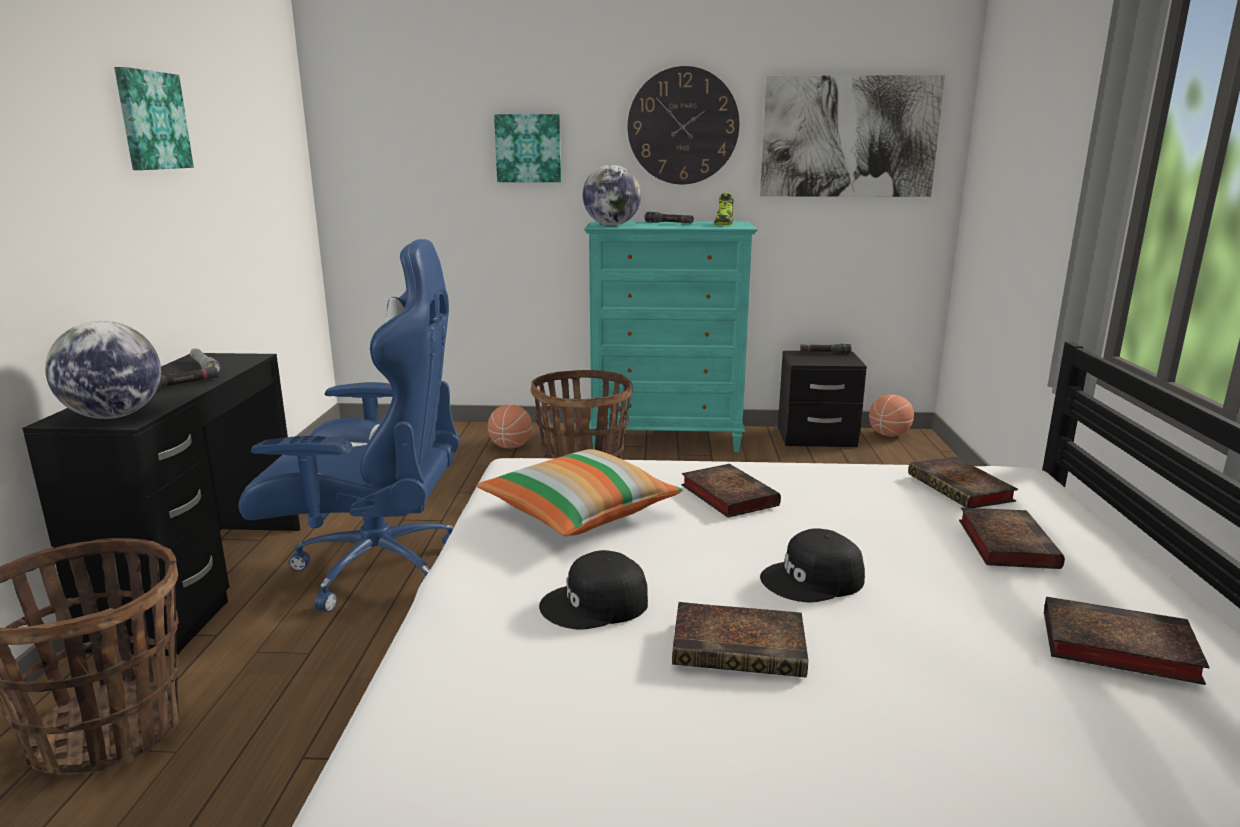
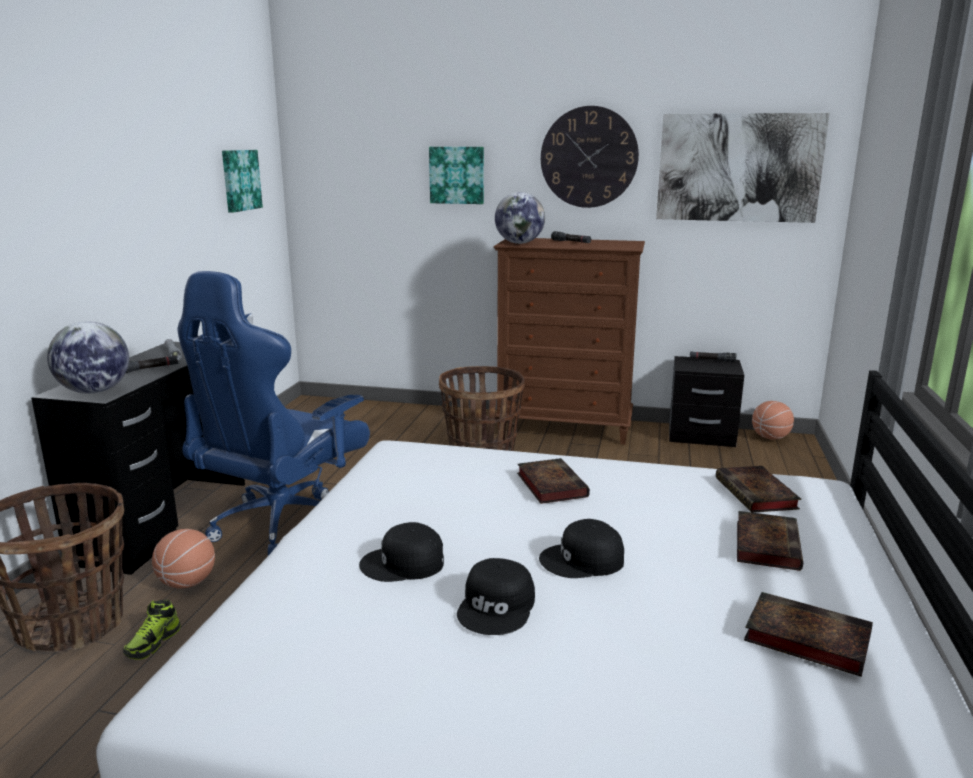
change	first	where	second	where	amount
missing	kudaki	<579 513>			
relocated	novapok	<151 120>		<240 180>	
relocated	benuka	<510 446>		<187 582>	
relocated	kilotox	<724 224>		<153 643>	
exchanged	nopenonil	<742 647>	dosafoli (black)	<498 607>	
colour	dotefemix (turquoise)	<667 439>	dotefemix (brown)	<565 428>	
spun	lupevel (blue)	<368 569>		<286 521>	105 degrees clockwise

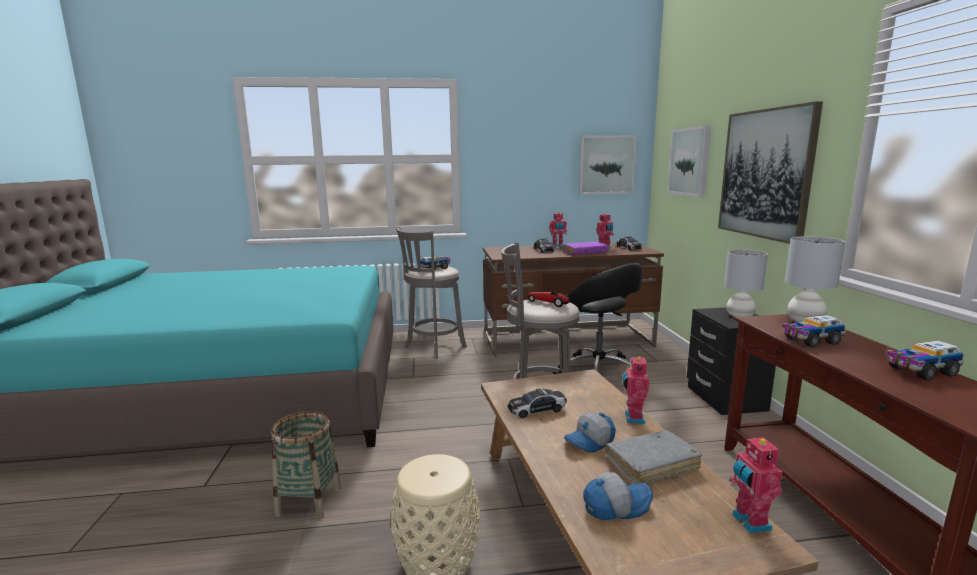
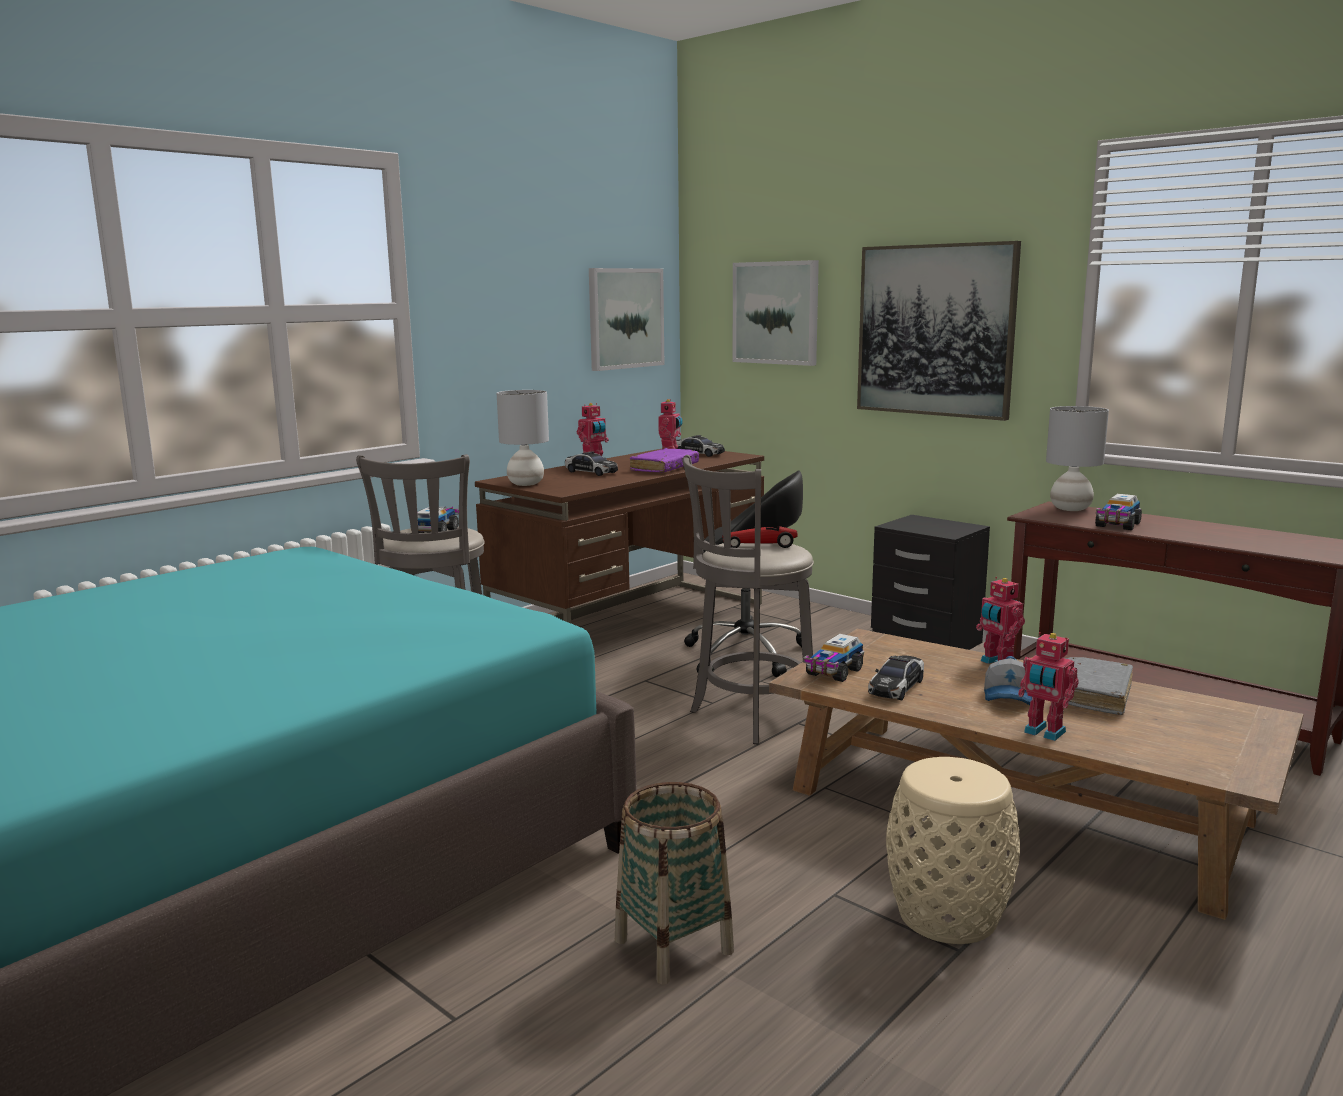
change	first	where	second	where	amount
missing	dosafoli	<615 505>			
relocated	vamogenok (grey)	<740 316>		<526 484>	
relocated	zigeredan	<749 522>		<1043 733>	
relocated	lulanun	<921 371>		<833 672>	

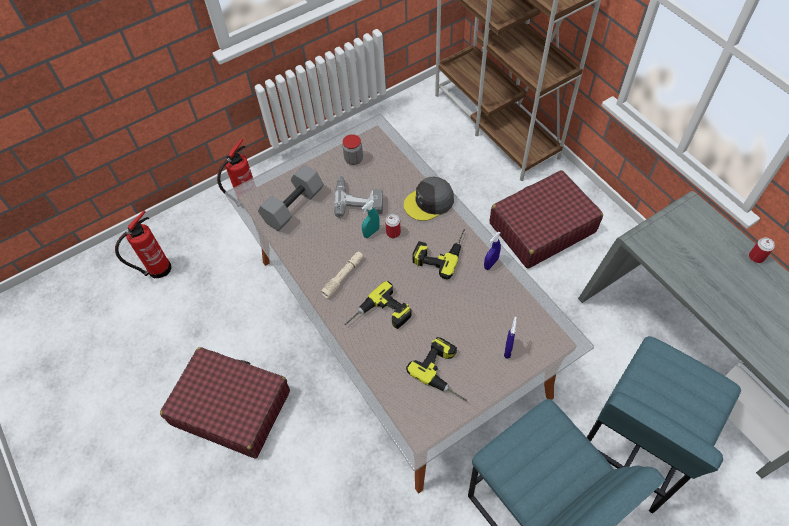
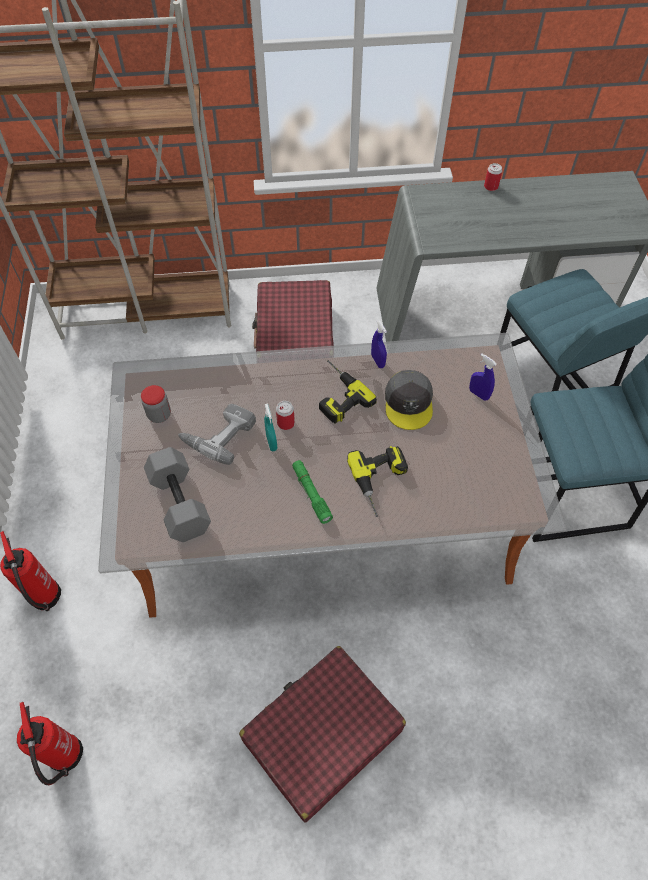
change	first	where	second	where	amount
missing	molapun	<446 371>			
relocated	dosafoli (grey)	<429 202>		<409 403>	
colour	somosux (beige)	<343 276>	somosux (green)	<311 494>	

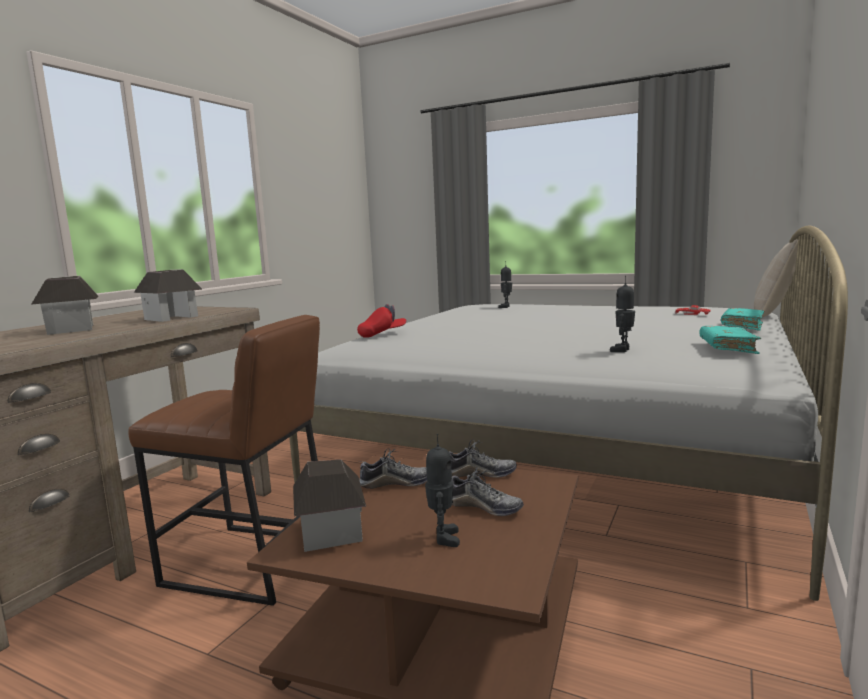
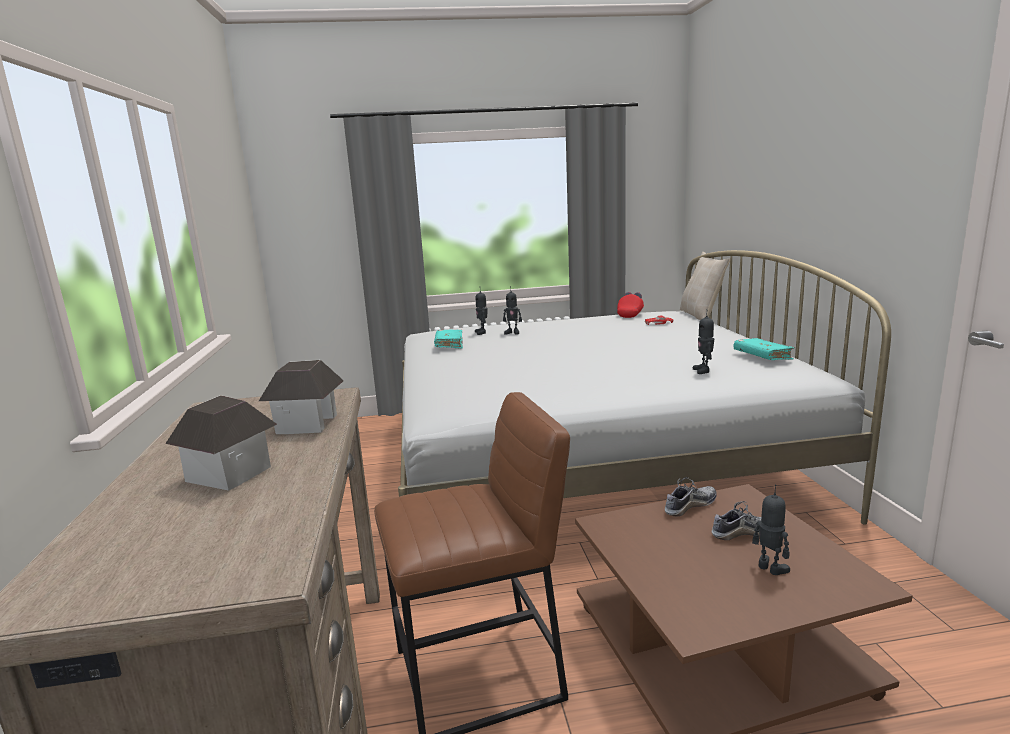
change	first	where	second	where	amount
missing	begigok	<331 533>			
missing	kilotox	<396 483>			
appeared			zigeredan	<512 333>	
relocated	dosafoli (red)	<382 334>		<630 314>	
relocated	nopenonil (turquoise)	<742 326>		<449 344>	

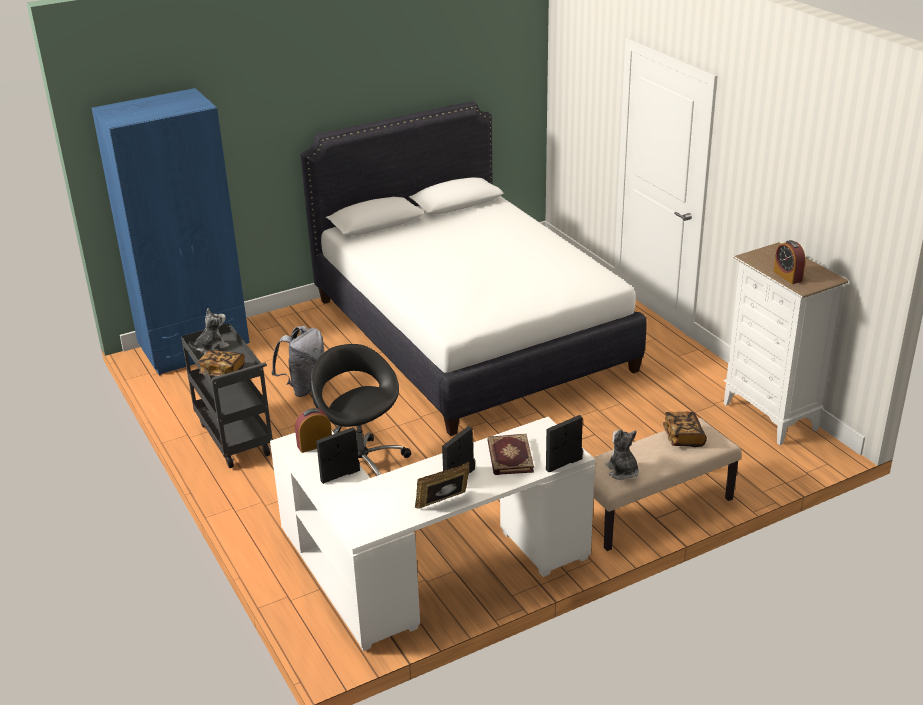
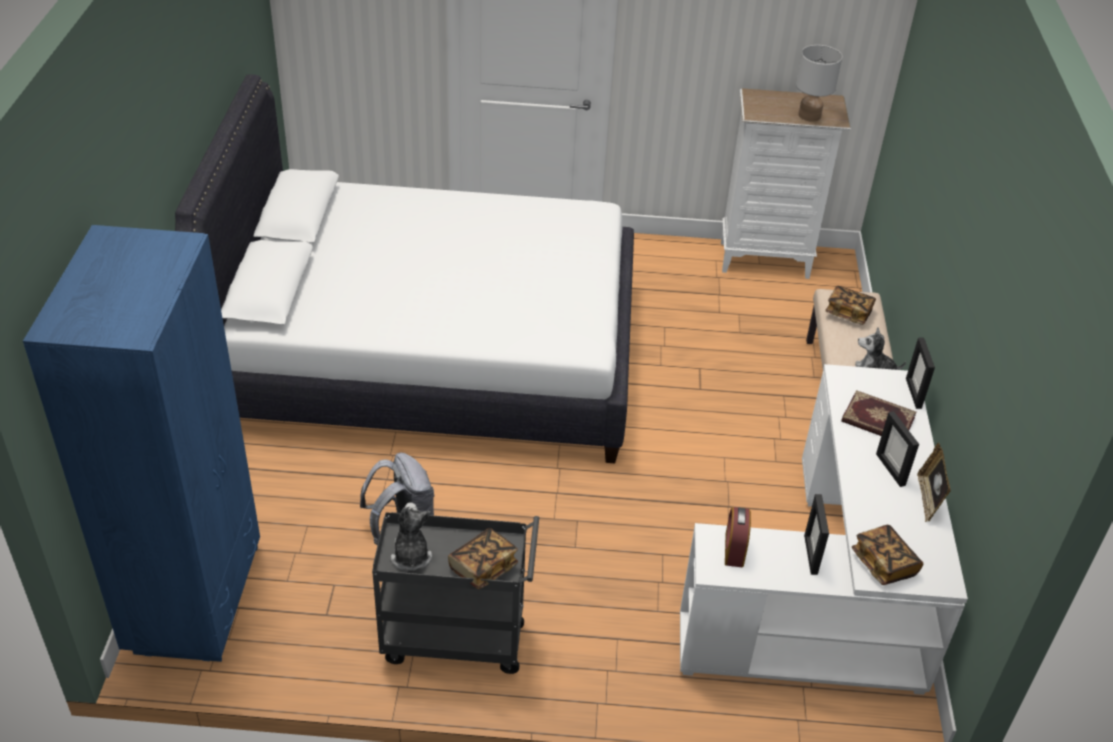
change	first	where	second	where	amount
missing	lupevel (black)	<361 465>			
appeared			nopenonil	<884 564>	
exchanged	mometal	<787 276>	vamogenok (grey)	<810 116>	

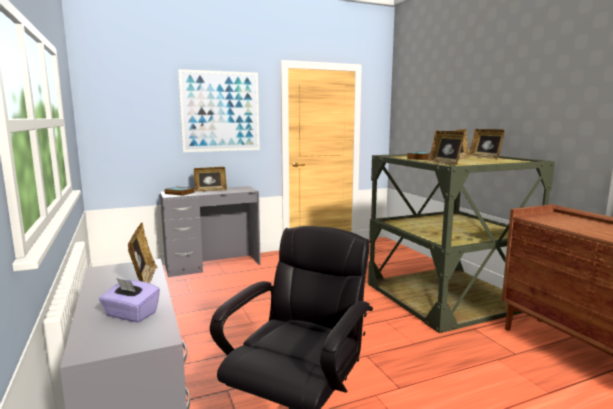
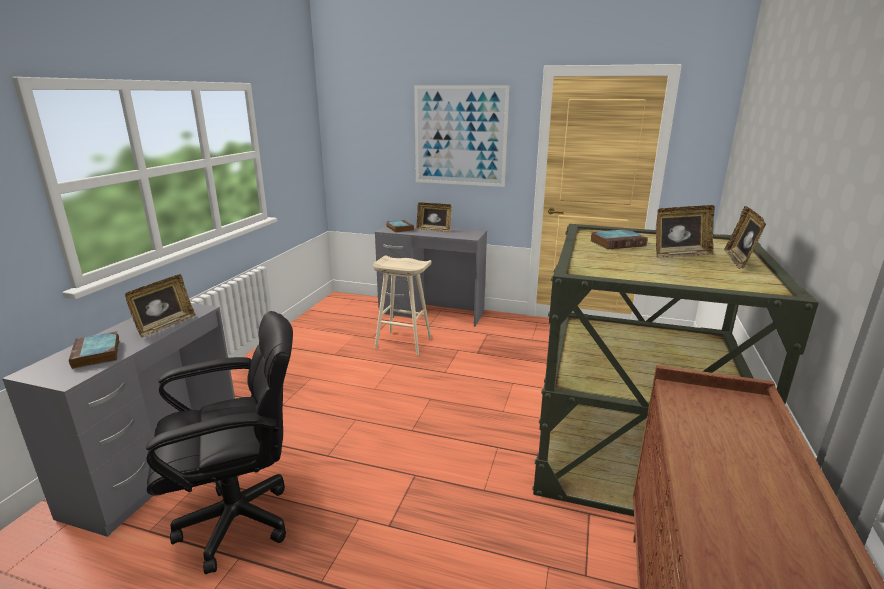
change	first	where	second	where	amount
missing	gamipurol	<445 164>			
appeared			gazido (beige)	<402 343>	
exchanged	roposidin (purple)	<131 315>	nopenonil	<97 354>	

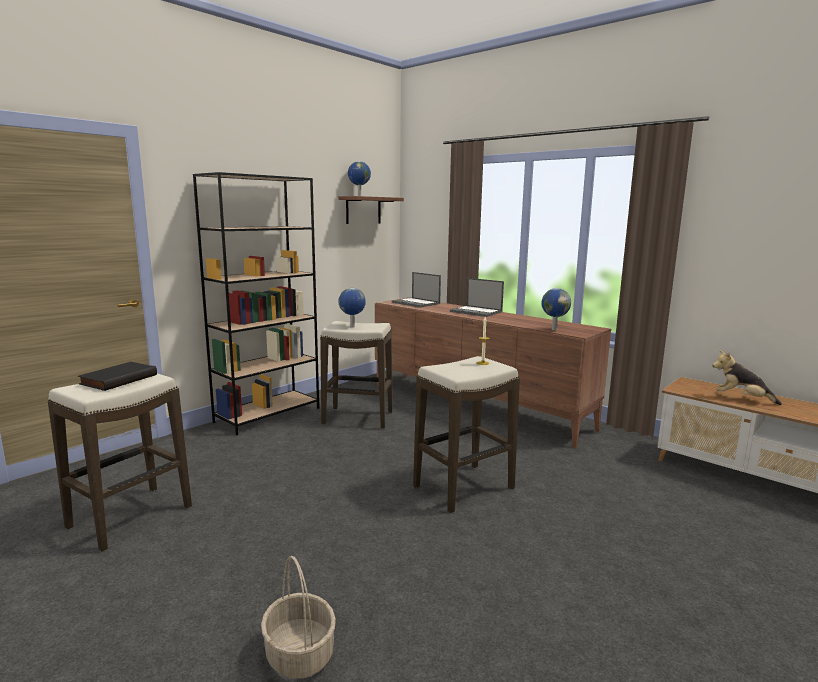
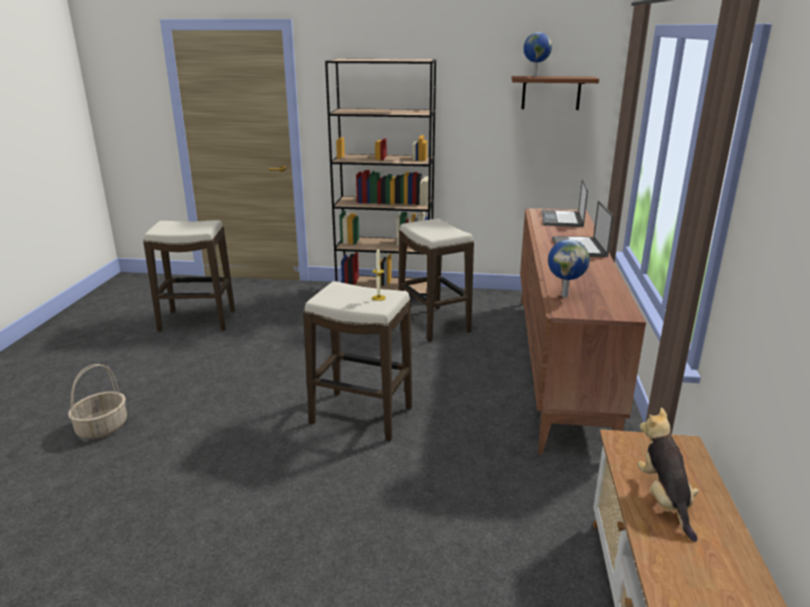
change	first	where	second	where	amount
missing	nopenonil (black)	<118 379>			
missing	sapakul	<352 327>			

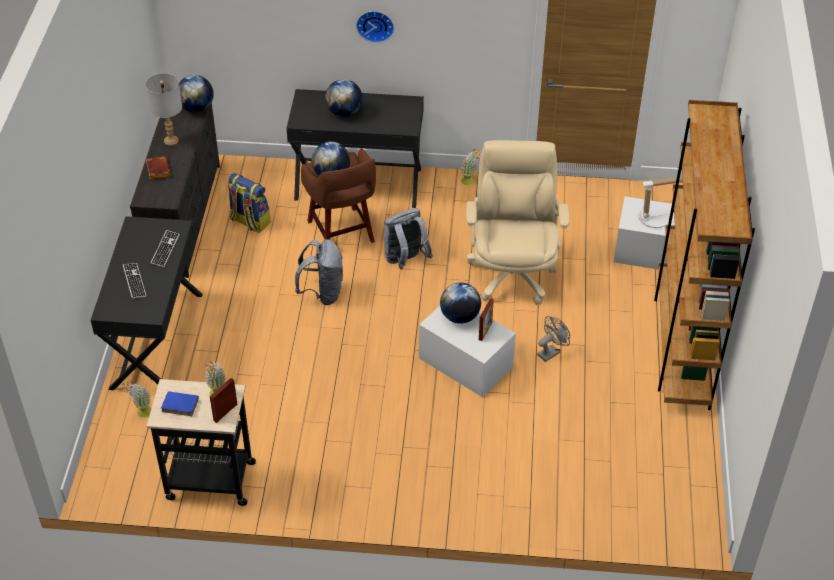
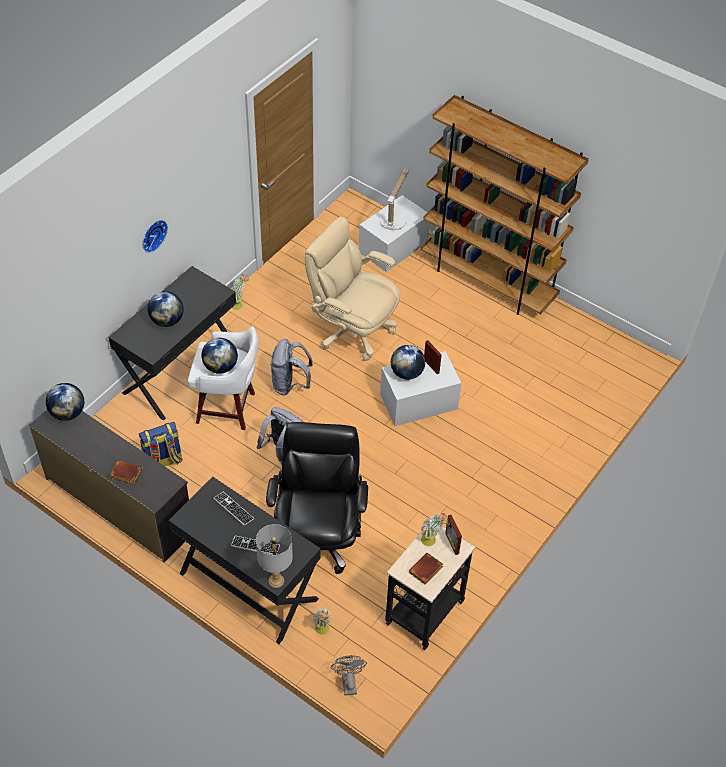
change	first	where	second	where	amount
appeared			lupevel (black)	<318 535>	
relocated	vamogenok (grey)	<170 140>		<276 581>	
relocated	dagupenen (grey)	<551 352>		<348 682>	
colour	nopenonil (blue)	<179 406>	nopenonil (brown)	<426 571>	
colour	gazido (brown)	<341 234>	gazido (white)	<228 409>	

